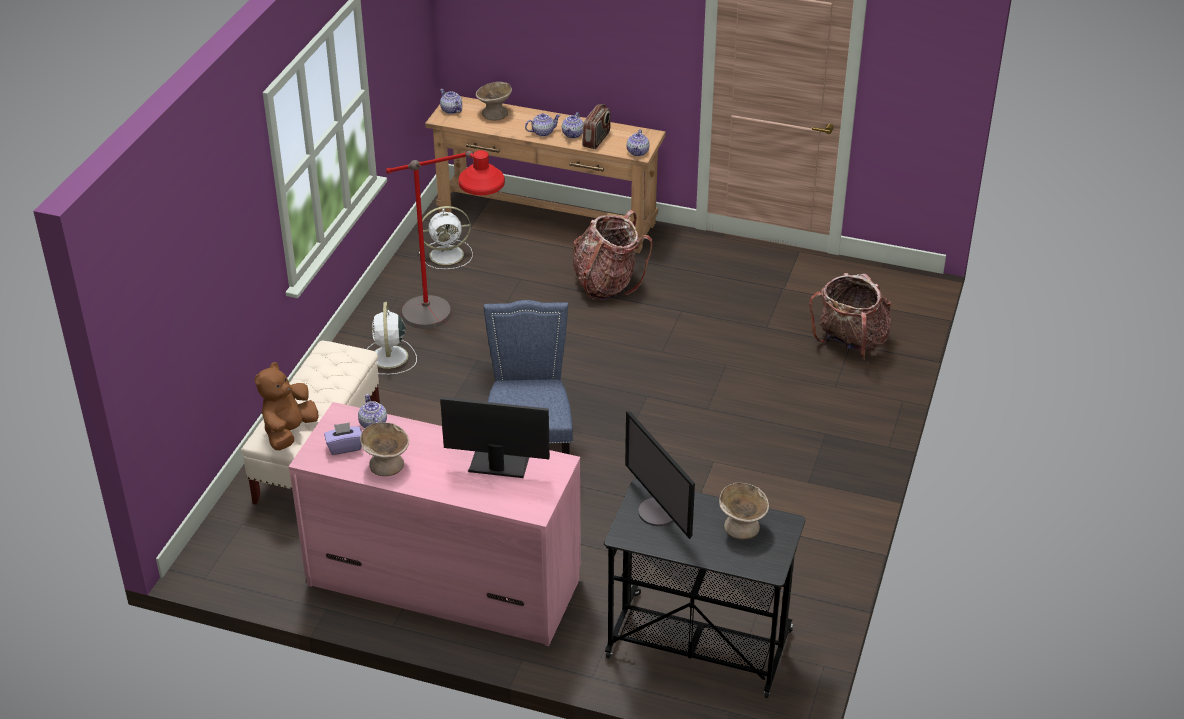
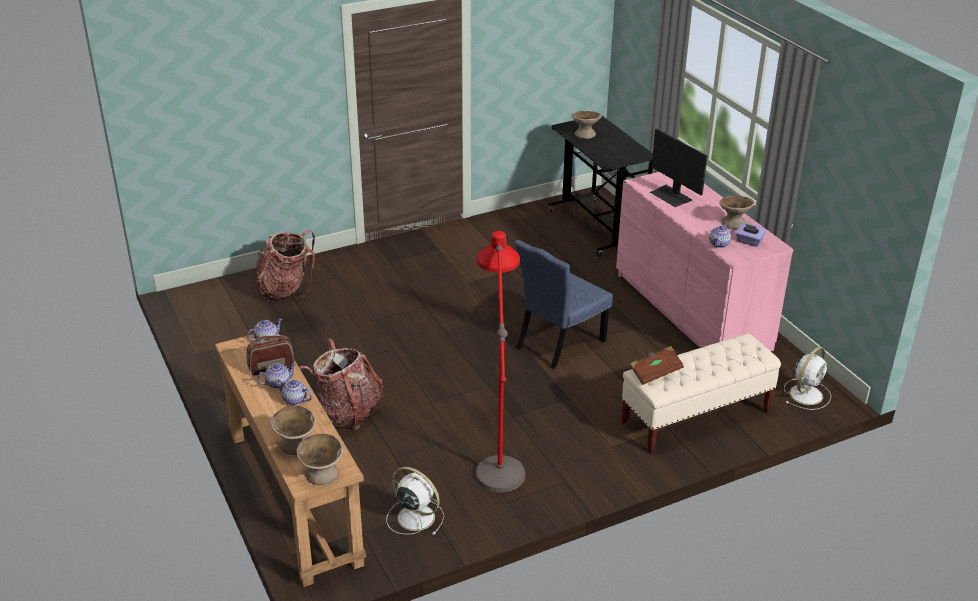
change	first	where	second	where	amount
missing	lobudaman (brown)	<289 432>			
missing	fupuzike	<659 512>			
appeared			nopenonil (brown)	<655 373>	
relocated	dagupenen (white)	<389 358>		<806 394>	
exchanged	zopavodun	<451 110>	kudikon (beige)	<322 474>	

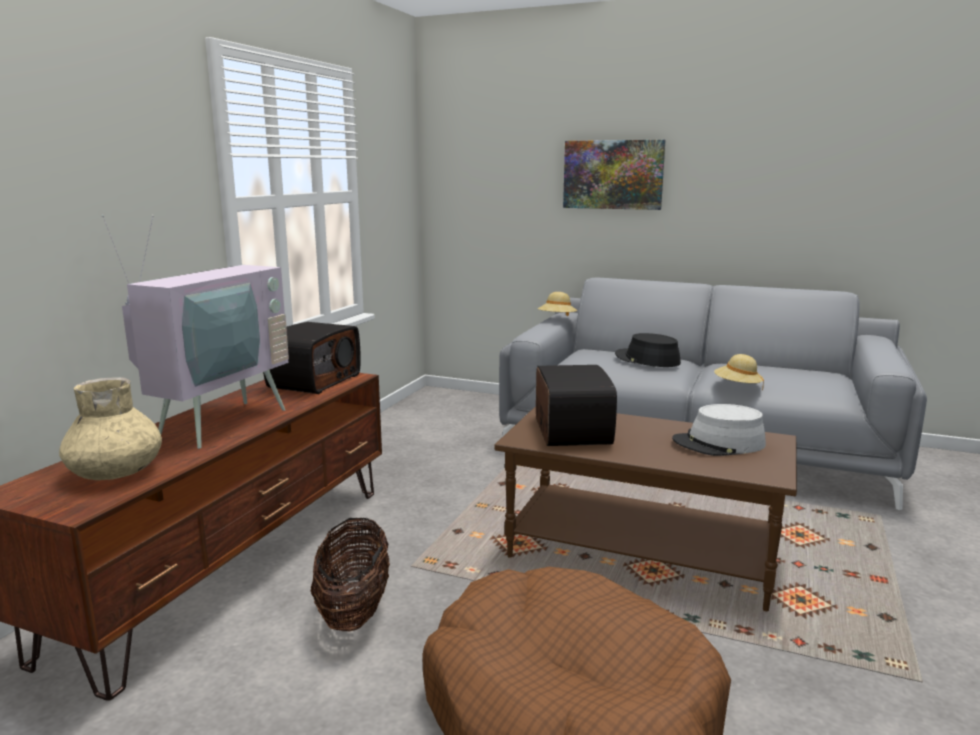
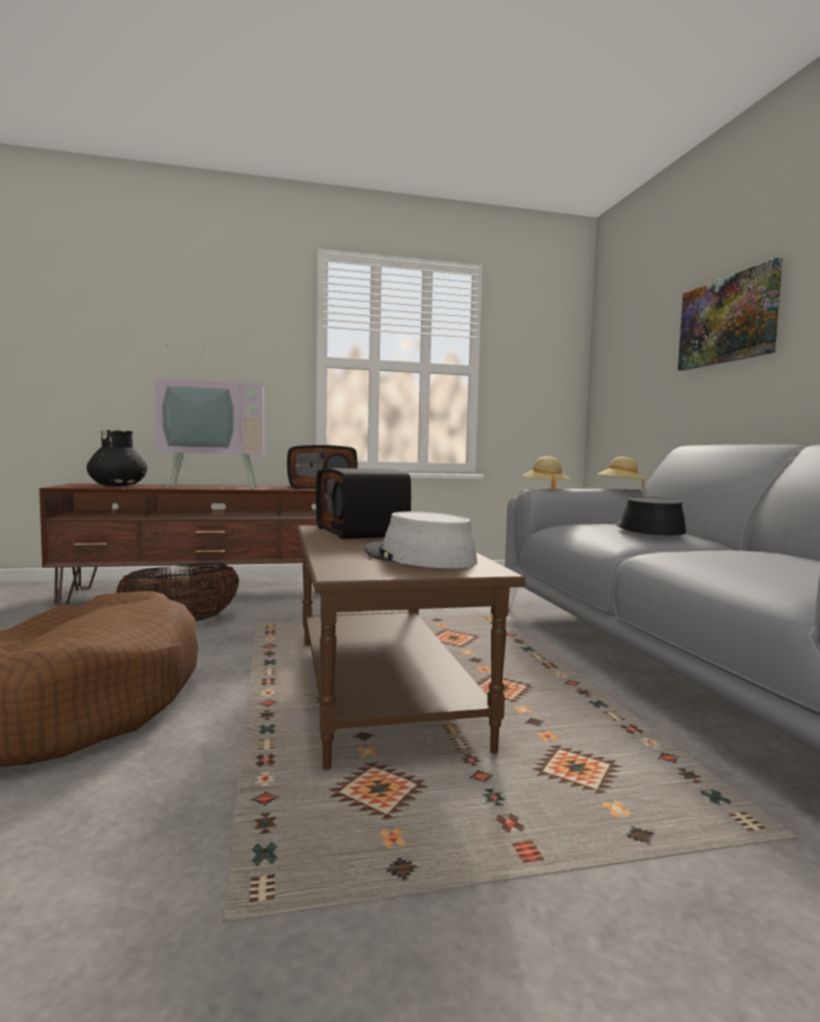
change	first	where	second	where	amount
relocated	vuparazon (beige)	<737 387>		<545 488>	
colour	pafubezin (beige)	<116 472>	pafubezin (black)	<118 485>	
spun	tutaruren	<570 431>		<363 532>	105 degrees clockwise

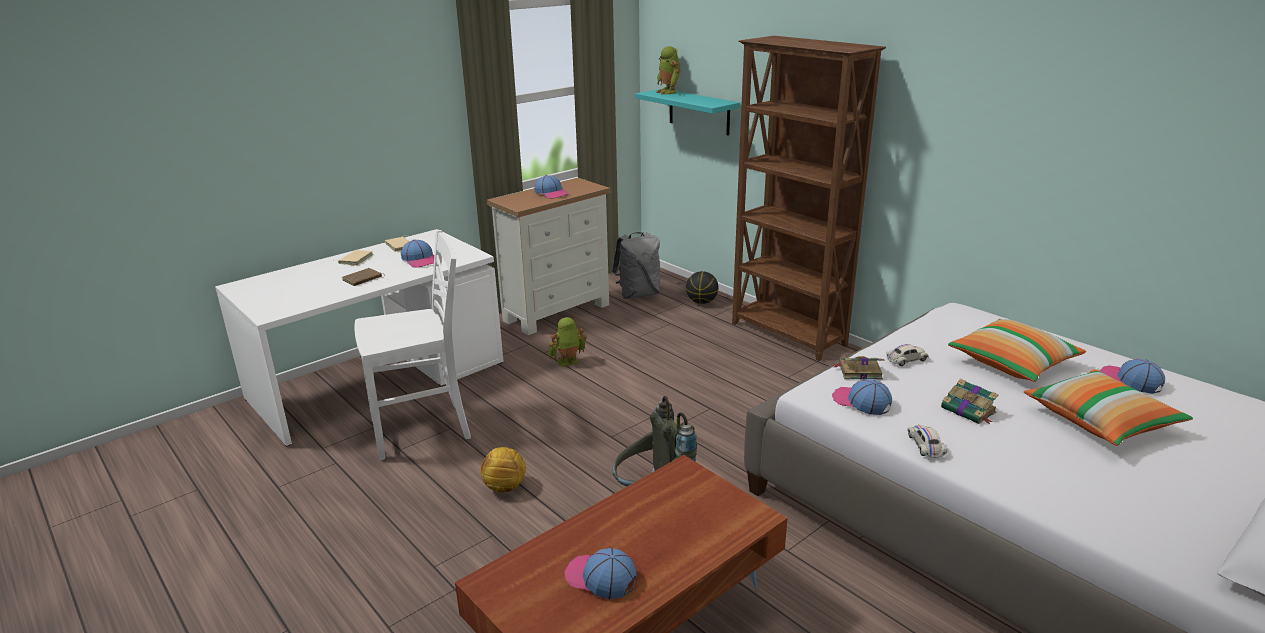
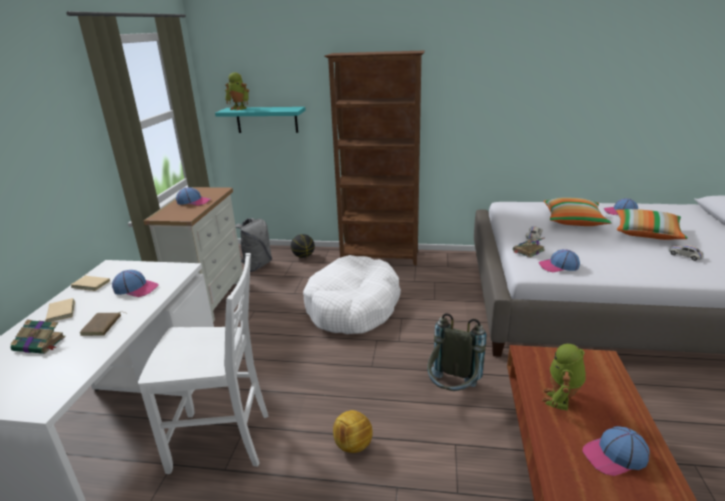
change	first	where	second	where	amount
appeared			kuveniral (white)	<353 307>	
relocated	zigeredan	<568 363>		<561 400>	
relocated	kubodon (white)	<925 445>		<685 255>	
relocated	nopenonil	<969 411>		<40 344>	
spun	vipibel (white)	<423 430>		<223 441>	60 degrees clockwise

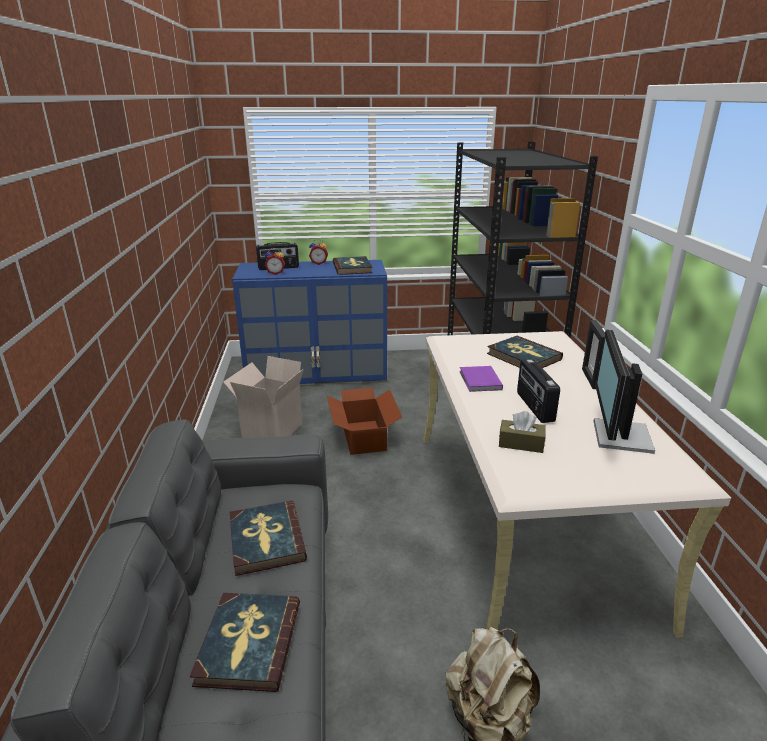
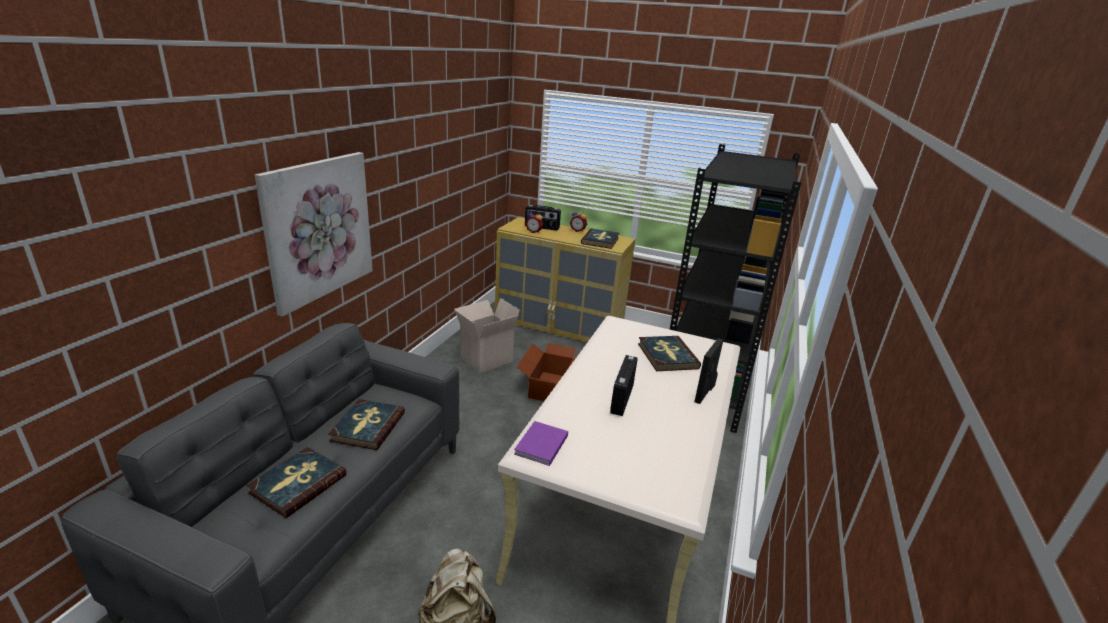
change	first	where	second	where	amount
missing	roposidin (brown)	<521 444>			
missing	fupuzike	<619 436>			
appeared			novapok	<319 229>	
relocated	nopenonil (purple)	<479 381>		<540 445>	
colour	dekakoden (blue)	<317 373>	dekakoden (yellow)	<559 324>	

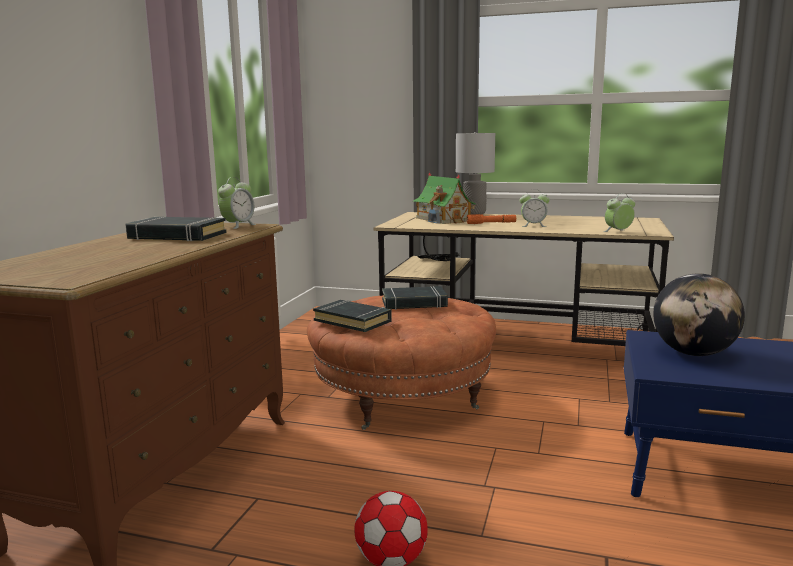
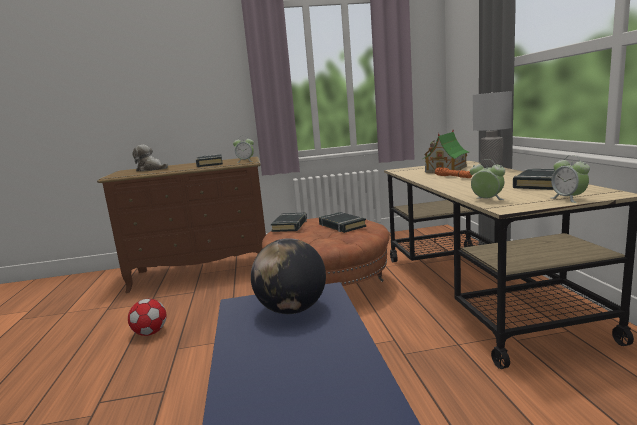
change	first	where	second	where	amount
appeared			lobudaman	<151 169>	
appeared			nopenonil (black)	<538 183>	
relocated	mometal	<533 225>		<568 199>	

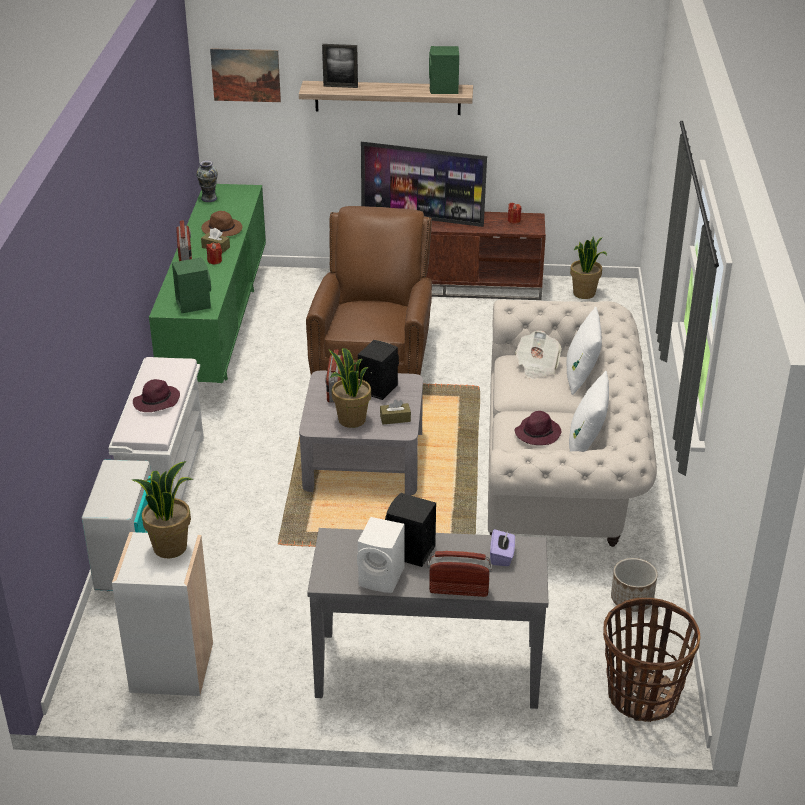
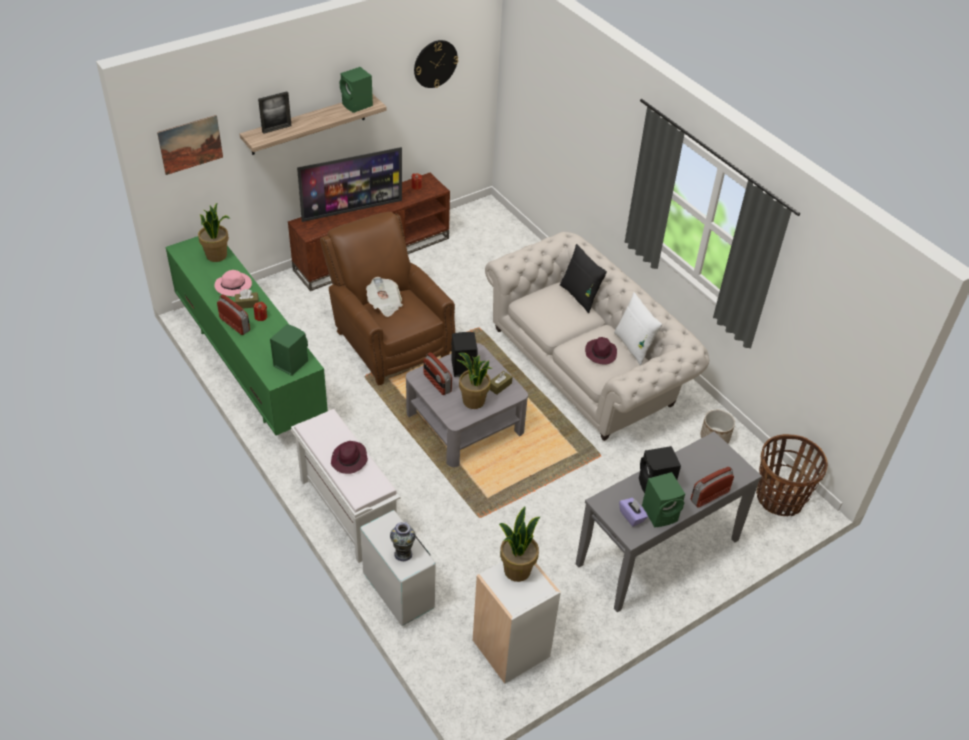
change	first	where	second	where	amount
appeared			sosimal	<435 63>	
relocated	pafubezin	<209 198>		<403 554>	
relocated	roposidin (purple)	<502 556>		<632 516>	
relocated	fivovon	<537 366>		<384 304>	
relocated	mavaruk	<584 293>		<217 256>	
colour	vuparazon (brown)	<222 230>	vuparazon (pink)	<234 286>	
colour	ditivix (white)	<383 577>	ditivix (green)	<661 513>	
colour	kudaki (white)	<581 377>	kudaki (black)	<579 296>	

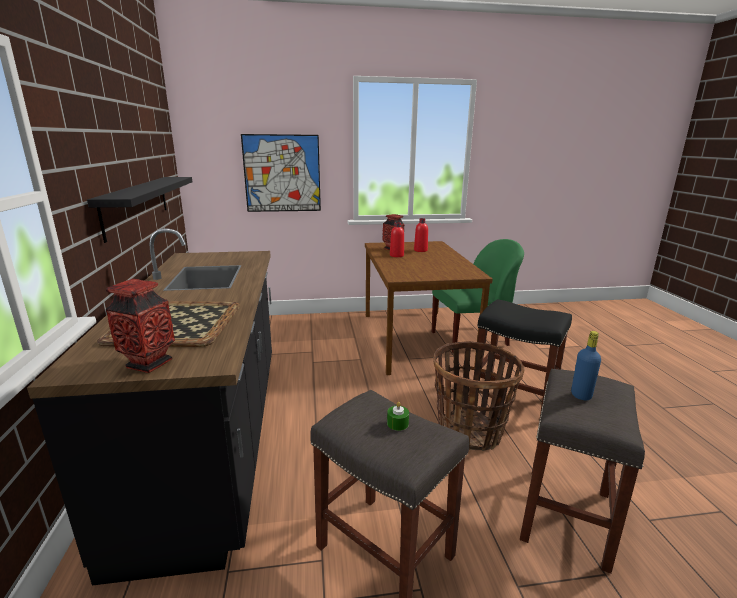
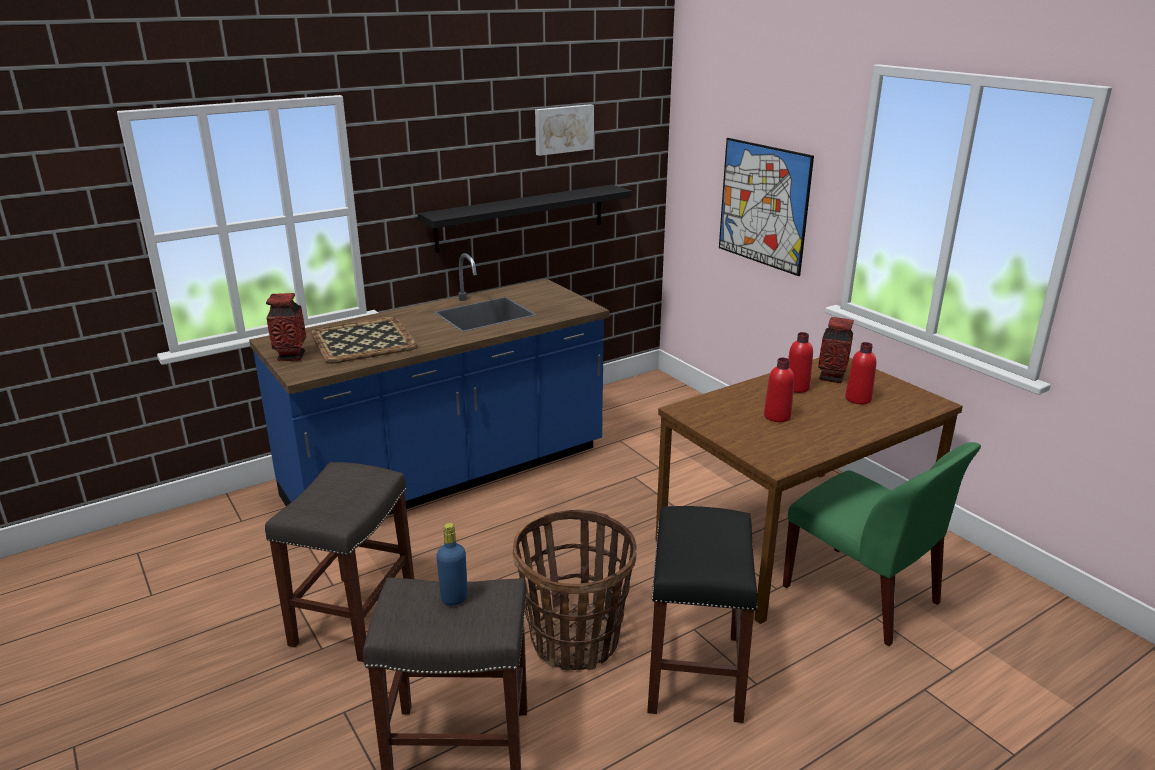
change	first	where	second	where	amount
missing	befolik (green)	<397 423>			
appeared			novapok	<563 129>	
appeared			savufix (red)	<777 416>	
colour	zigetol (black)	<214 439>	zigetol (blue)	<448 474>	

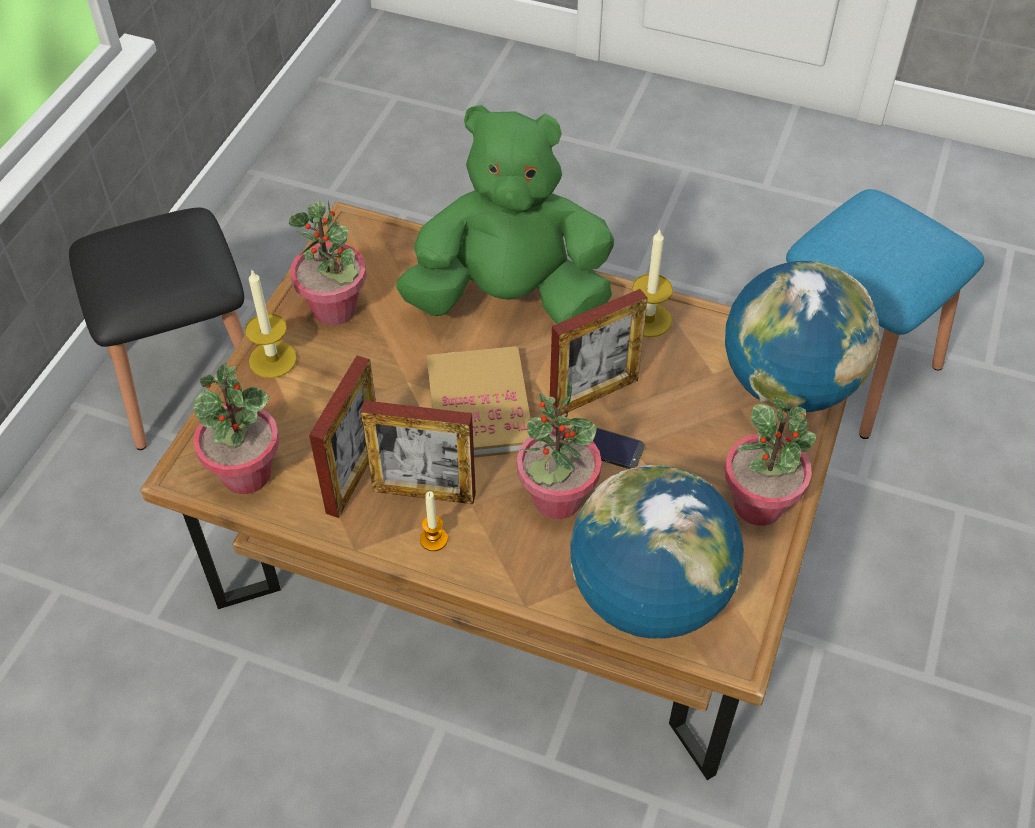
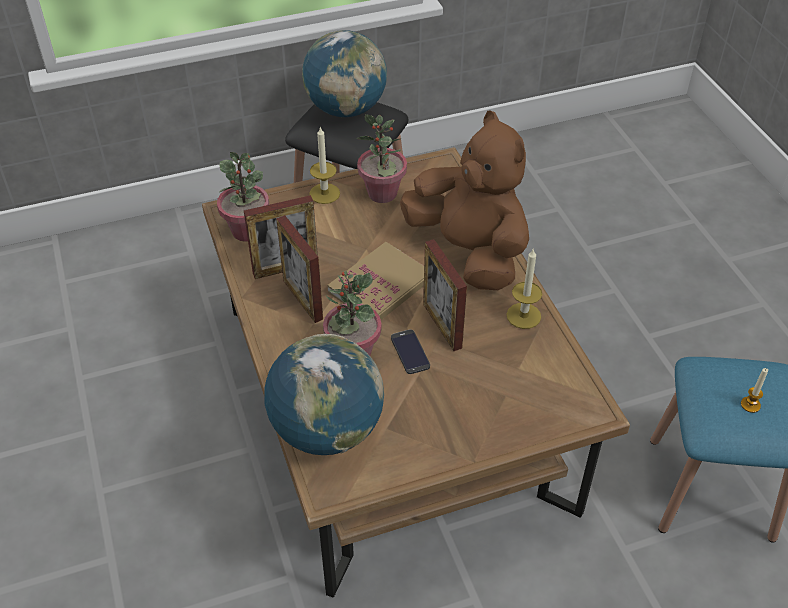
change	first	where	second	where	amount
missing	mavaruk	<759 505>			
relocated	befolik	<433 539>		<750 405>	
relocated	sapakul	<788 385>		<346 109>	
colour	lobudaman (green)	<510 299>	lobudaman (brown)	<469 252>	
spun	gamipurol	<594 394>		<442 326>	45 degrees clockwise

